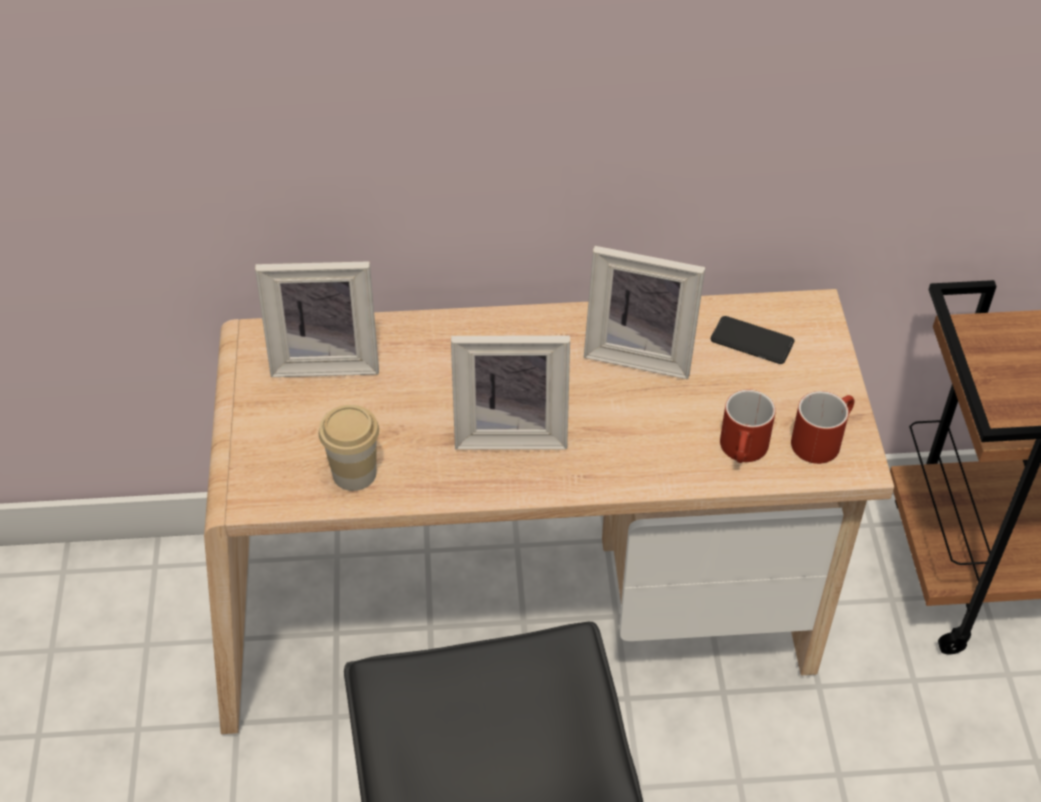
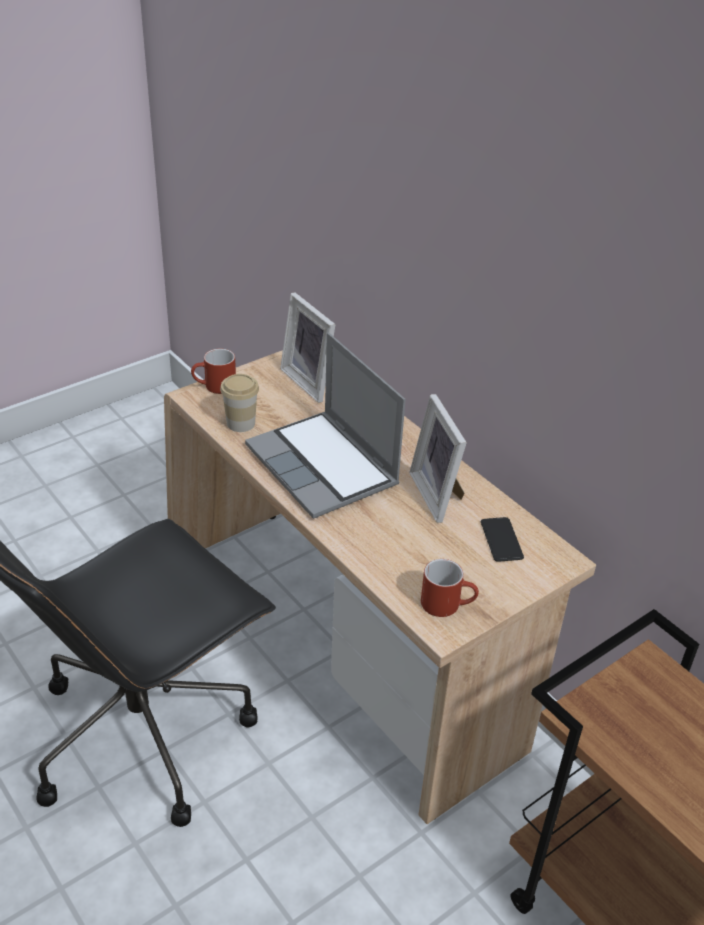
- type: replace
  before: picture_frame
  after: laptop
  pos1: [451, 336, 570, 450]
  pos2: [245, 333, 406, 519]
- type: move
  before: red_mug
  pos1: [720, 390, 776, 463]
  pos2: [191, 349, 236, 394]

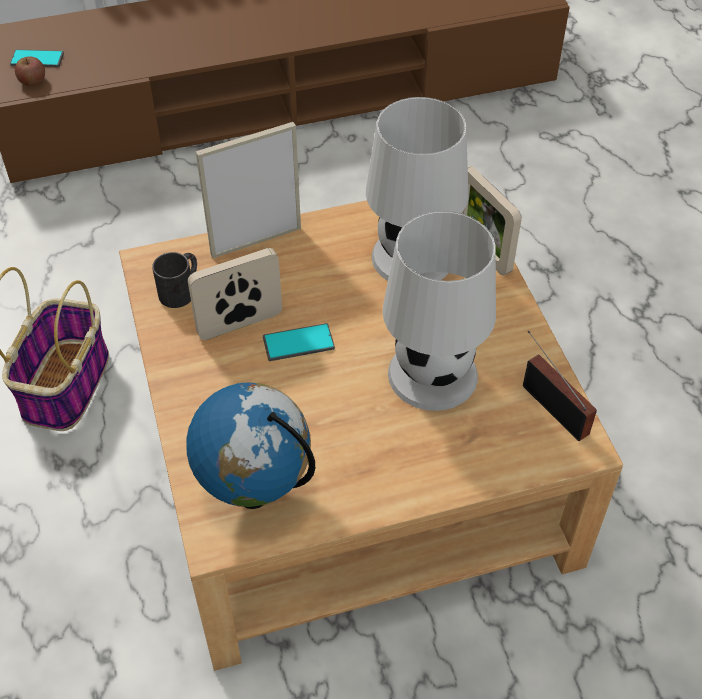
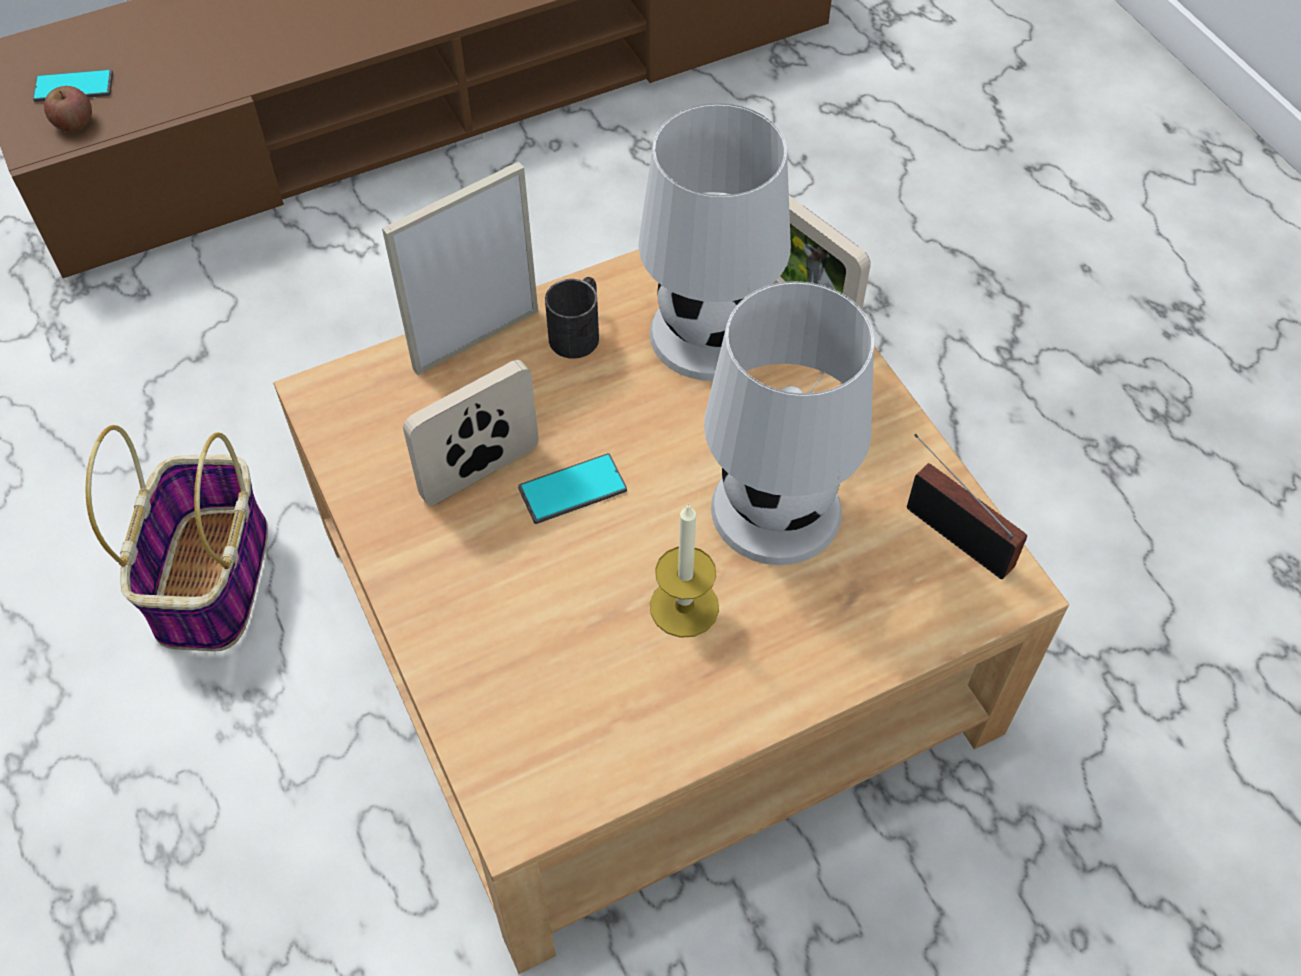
- type: move
  before: black_mug
  pos1: [152, 252, 197, 308]
  pos2: [545, 277, 599, 359]
- type: delete
  before: globe
  pos1: [186, 382, 315, 509]
- type: insert
  after: candle
  pos2: [650, 503, 719, 638]

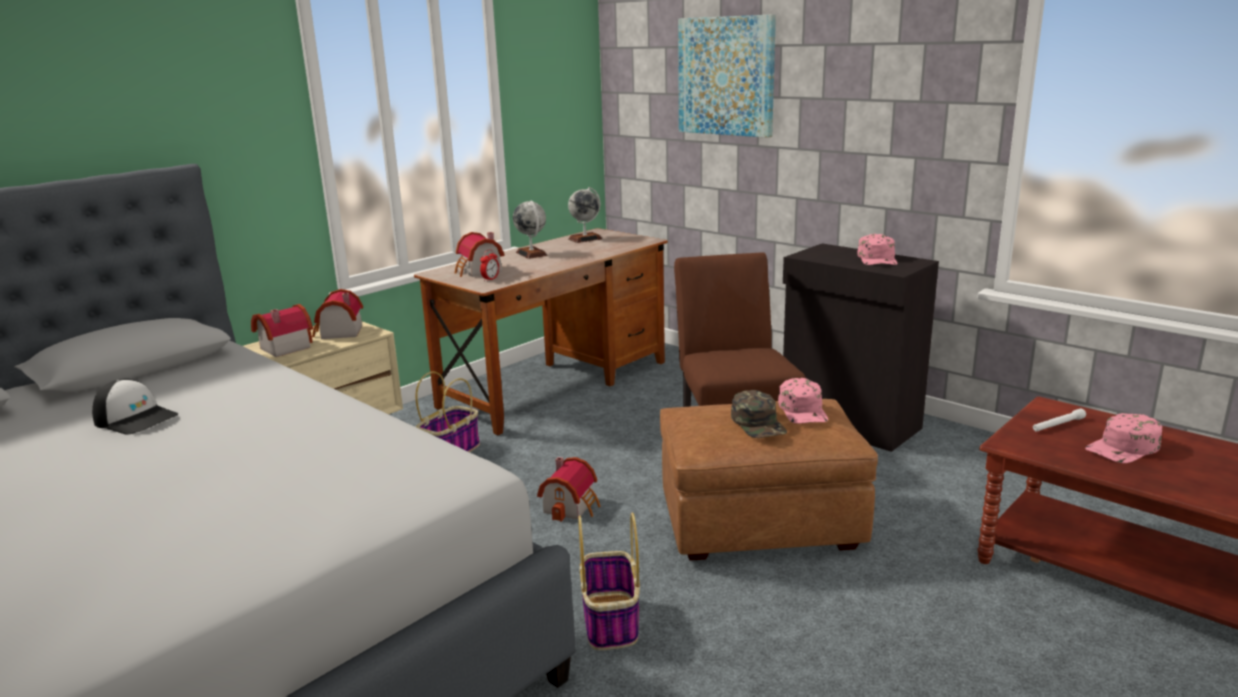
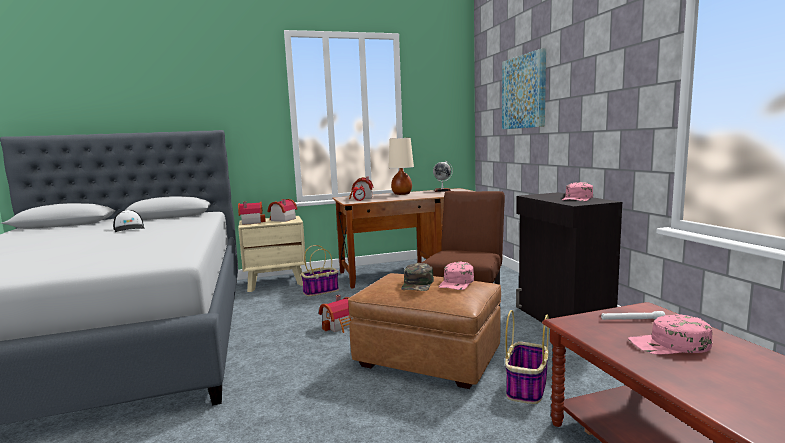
- type: replace
  before: globe
  after: beige_table_lamp
  pos1: [513, 201, 547, 259]
  pos2: [388, 138, 414, 195]
- type: move
  before: basket
  pos1: [578, 512, 640, 650]
  pos2: [505, 310, 549, 404]

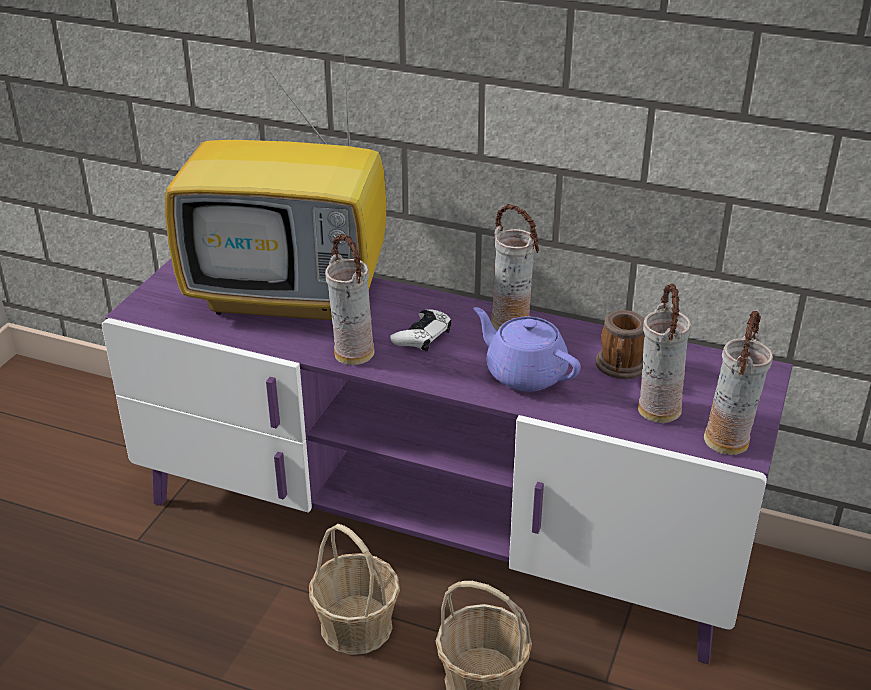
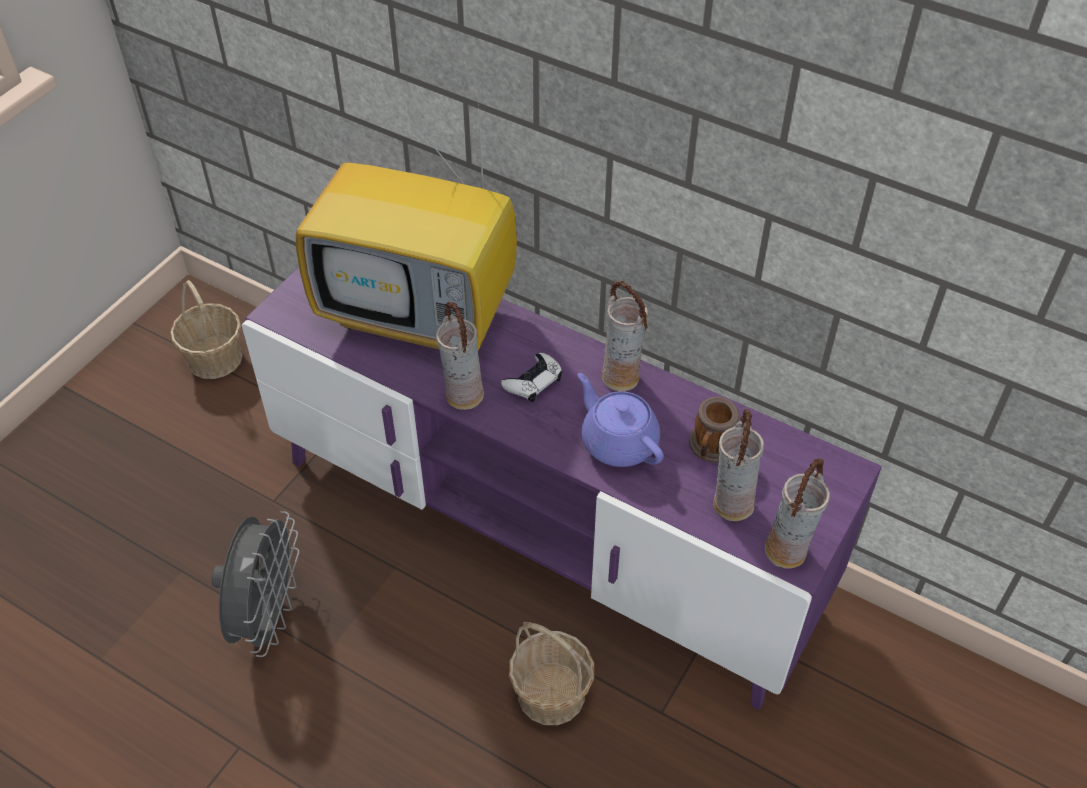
- type: move
  before: basket
  pos1: [309, 524, 400, 655]
  pos2: [170, 280, 243, 379]
- type: insert
  after: grey_fan
  pos2: [212, 511, 299, 657]

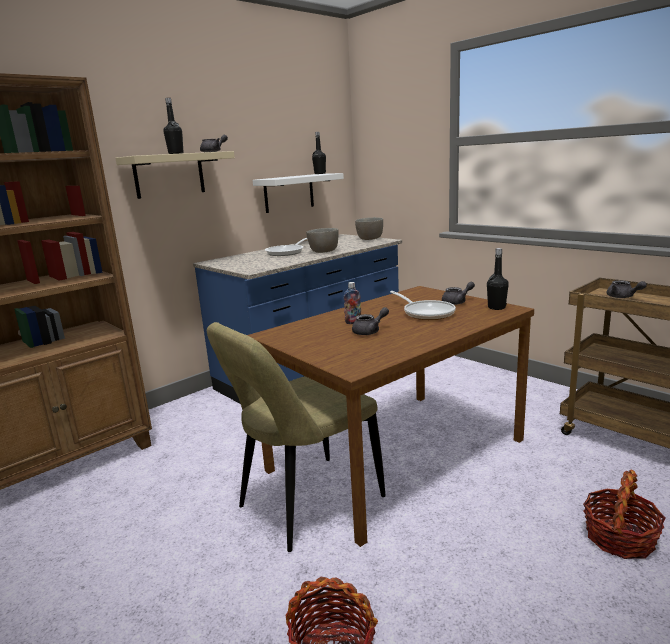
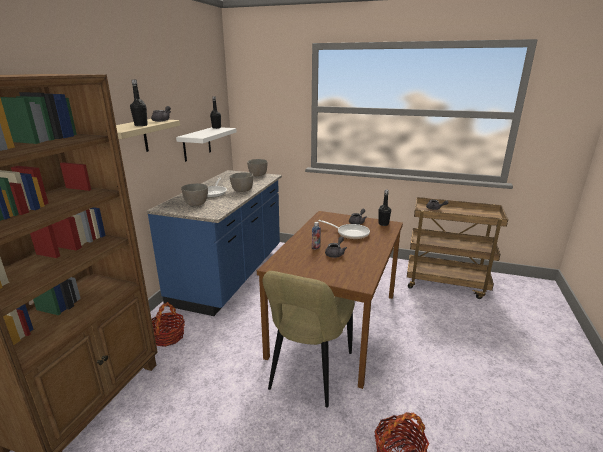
- type: move
  before: basket
  pos1: [583, 470, 665, 559]
  pos2: [152, 302, 185, 347]
- type: insert
  after: grey_bowl
  pos2: [181, 183, 208, 206]

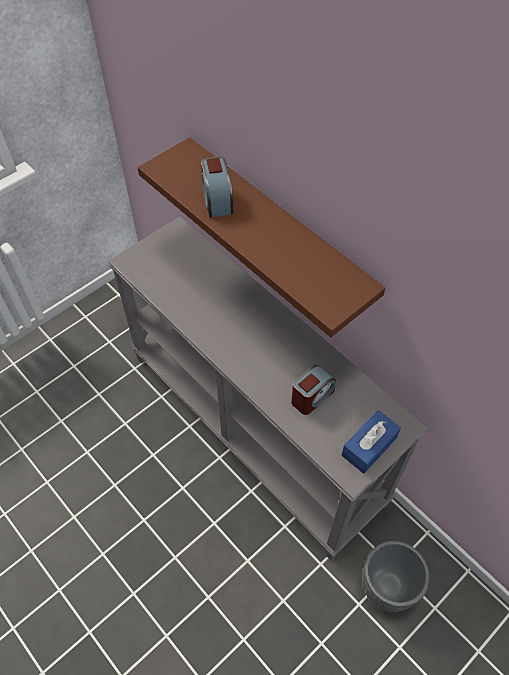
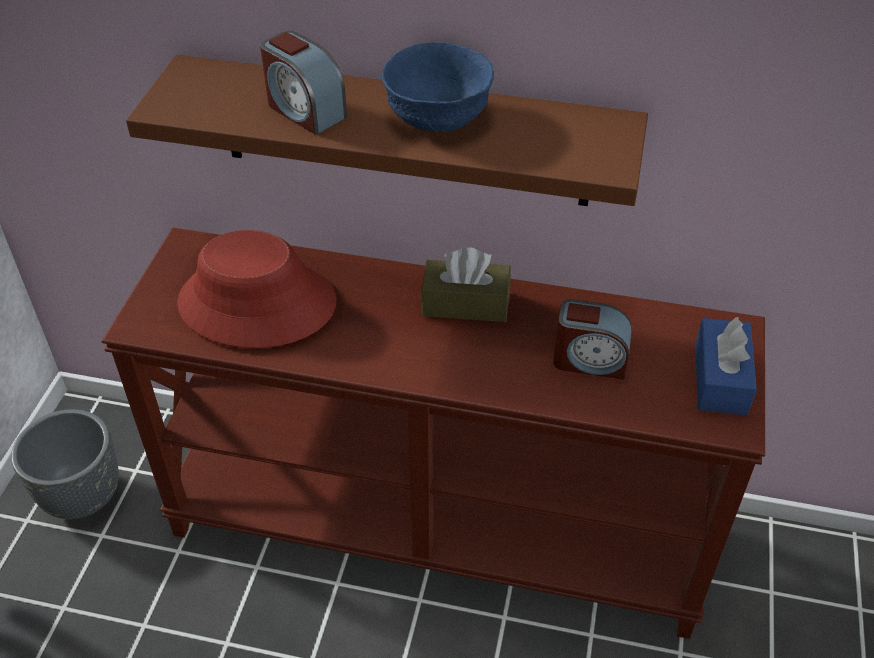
- type: recolor
  before: grey_console_table
  after: brown_console_table
  pos1: [108, 216, 428, 561]
  pos2: [102, 227, 765, 639]
- type: rotate
  before: alarm_clock
  pos1: [291, 365, 336, 415]
  pos2: [553, 299, 632, 380]
  turn: 90
- type: move
  before: grey_planter
  pos1: [362, 541, 430, 612]
  pos2: [11, 409, 119, 519]
- type: insert
  after: blue_bowl
  pos2: [382, 42, 494, 132]
- type: insert
  after: red_hat
  pos2: [177, 230, 336, 348]
- type: insert
  after: brown_tissue_box
  pos2: [421, 247, 511, 322]

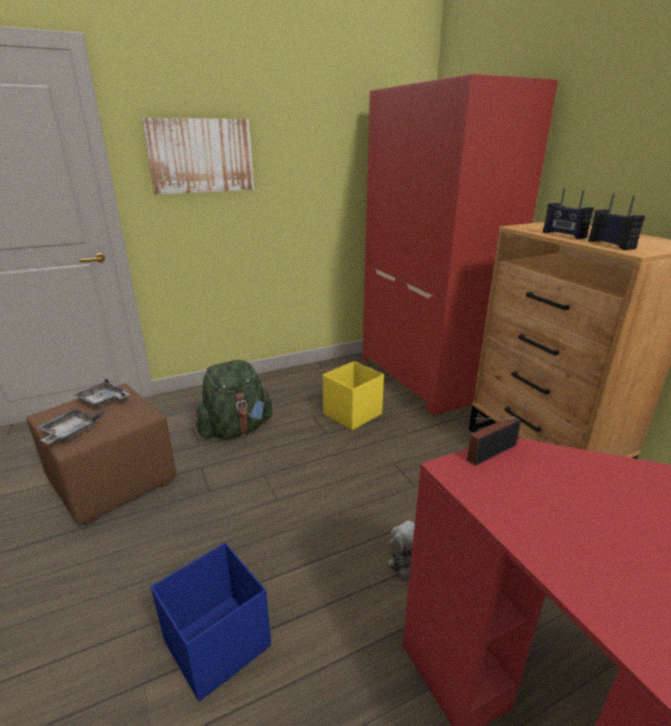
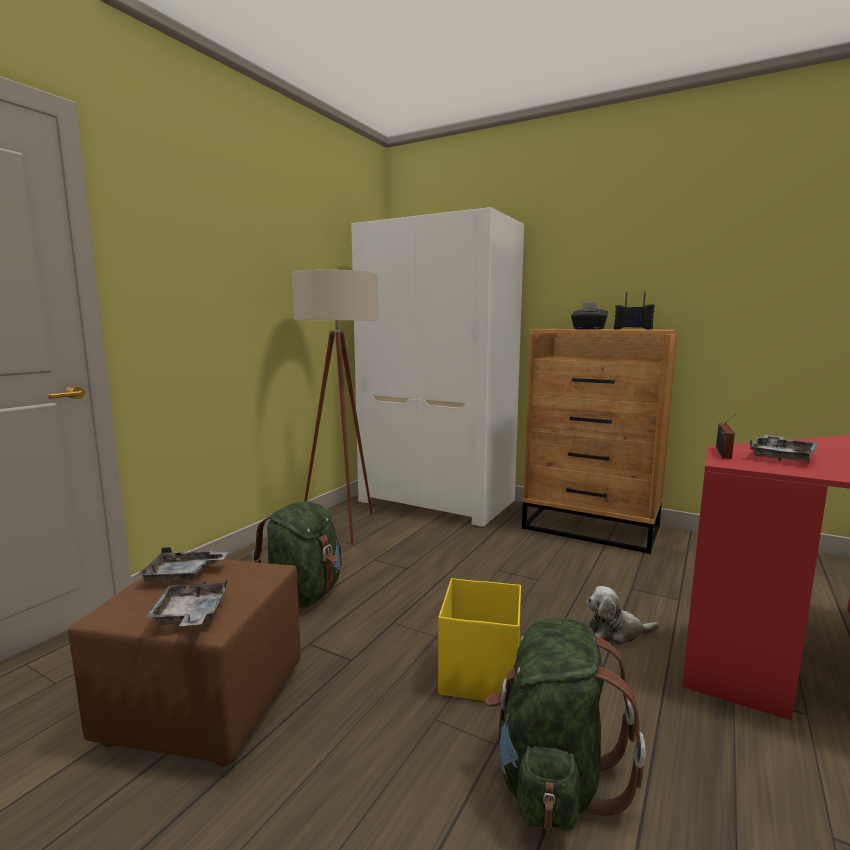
- type: recolor
  before: red_wardrobe
  after: white_wardrobe
  pos1: [362, 74, 558, 416]
  pos2: [351, 207, 524, 528]
- type: delete
  before: picture
  pos1: [142, 118, 254, 194]
- type: replace
  before: radio
  after: black_tissue_box
  pos1: [543, 188, 594, 239]
  pos2: [571, 302, 608, 329]
- type: move
  before: yellow_storage_box
  pos1: [323, 361, 384, 430]
  pos2: [438, 578, 521, 701]
- type: replace
  before: blue_storage_box
  after: green_backpack
  pos1: [151, 543, 271, 702]
  pos2: [486, 618, 646, 831]
- type: insert
  after: beige_floor_lamp
  pos2: [292, 270, 378, 544]
- type: insert
  after: grey_tray
  pos2: [749, 435, 818, 461]

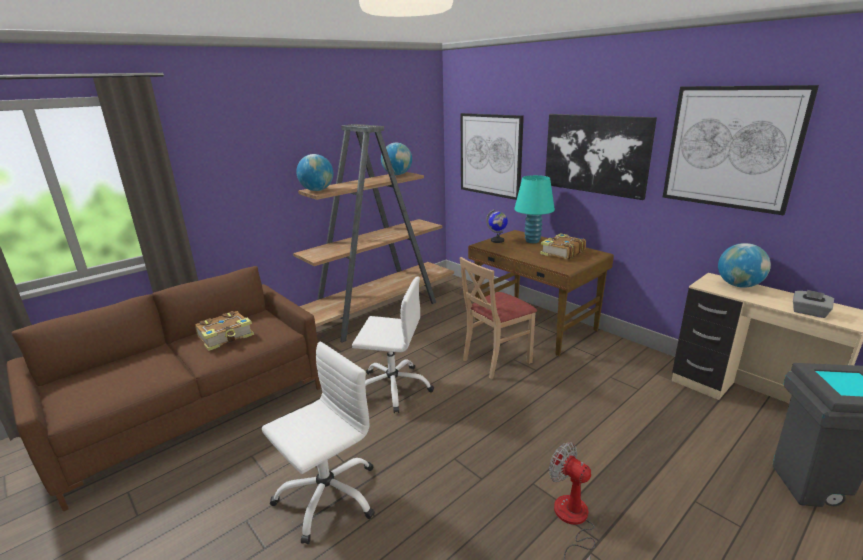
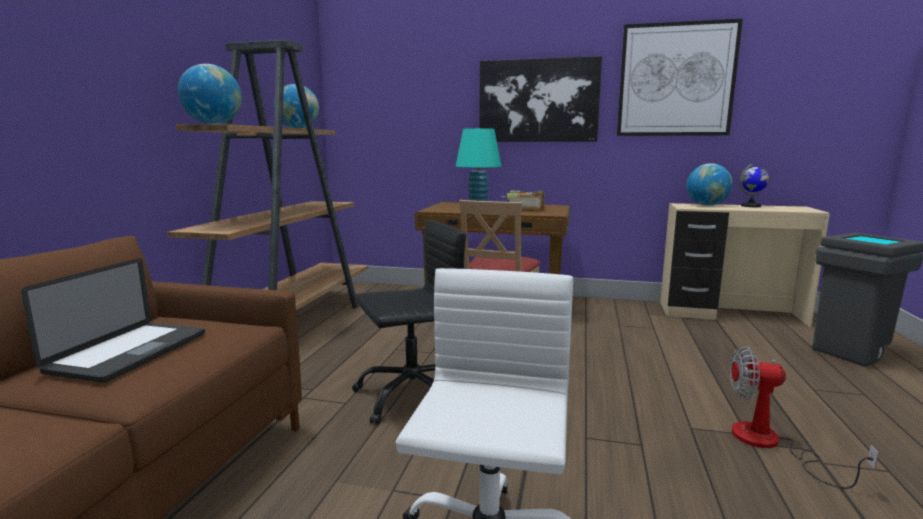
- type: delete
  before: picture
  pos1: [461, 113, 524, 200]
- type: move
  before: globe
  pos1: [486, 209, 508, 243]
  pos2: [740, 164, 769, 207]
- type: recolor
  before: white_office_chair
  after: black_office_chair
  pos1: [352, 276, 434, 413]
  pos2: [352, 220, 466, 425]
- type: delete
  before: grey_tissue_box
  pos1: [793, 290, 834, 318]
- type: replace
  before: book
  after: laptop
  pos1: [195, 311, 254, 351]
  pos2: [21, 258, 205, 383]

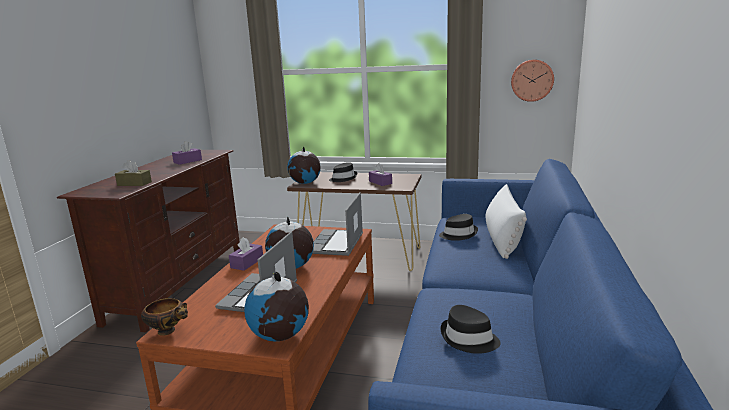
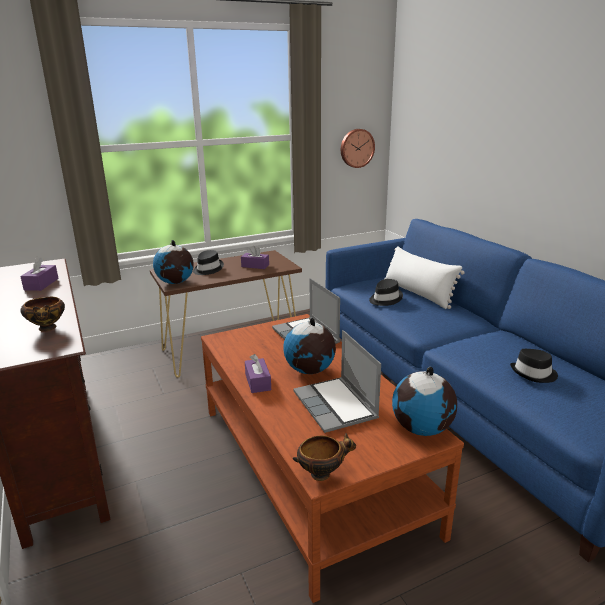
- type: replace
  before: brown_tissue_box
  after: bowl
  pos1: [115, 160, 152, 186]
  pos2: [20, 297, 65, 332]

